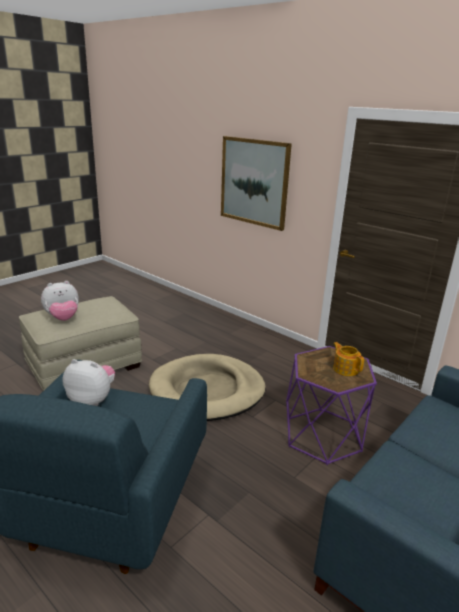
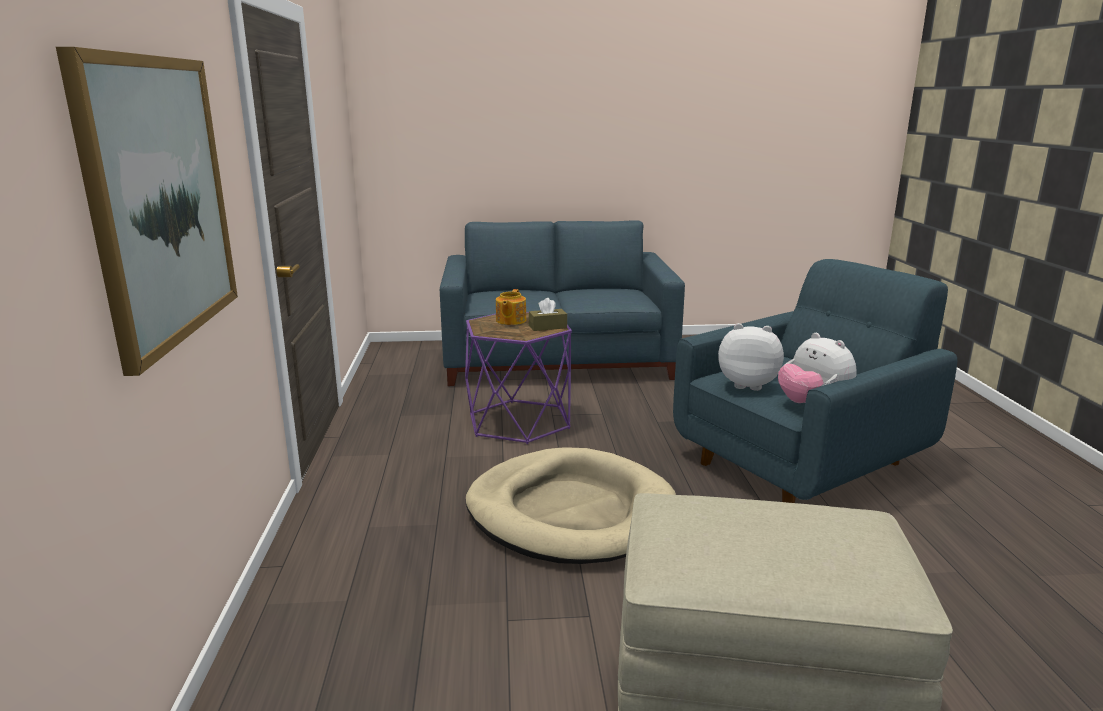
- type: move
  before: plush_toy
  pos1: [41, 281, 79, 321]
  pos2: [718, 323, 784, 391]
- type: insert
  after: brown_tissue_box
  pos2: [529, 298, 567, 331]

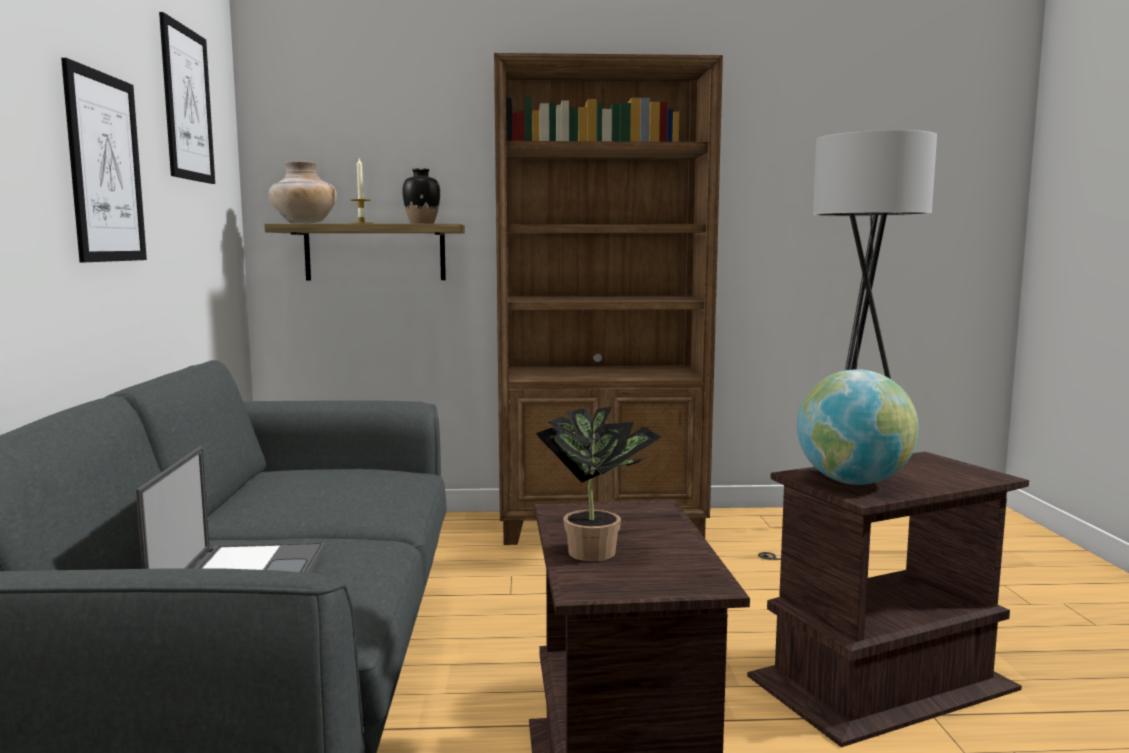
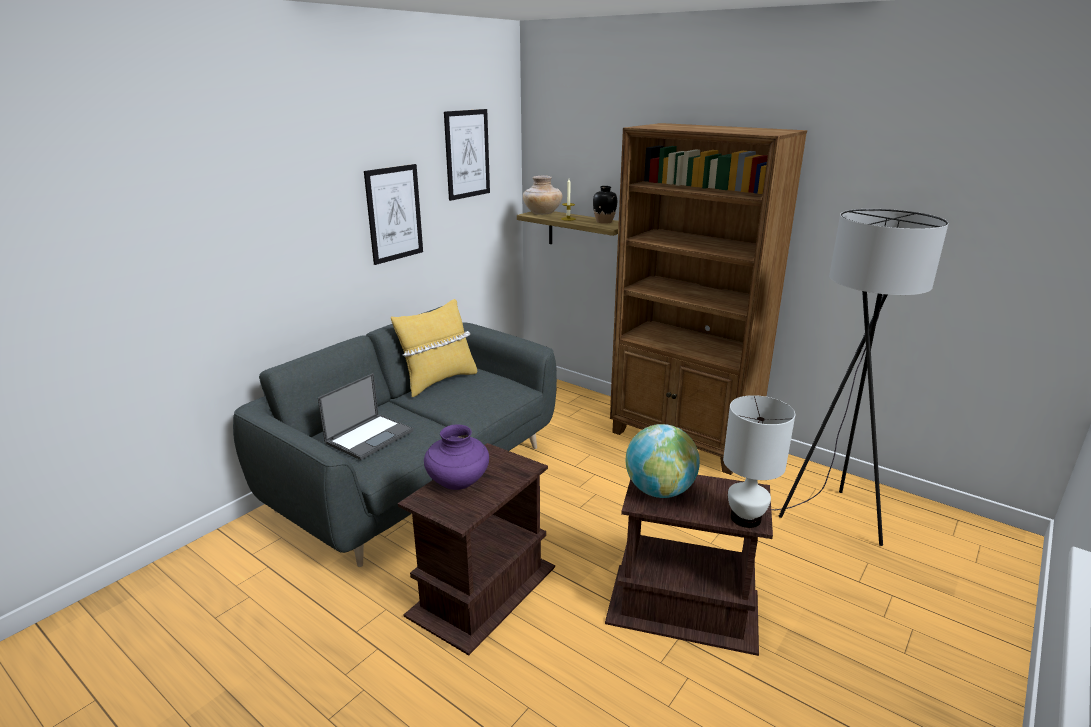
- type: replace
  before: potted_plant
  after: purple_vase
  pos1: [535, 407, 661, 562]
  pos2: [424, 424, 489, 490]
- type: insert
  after: yellow_pillow
  pos2: [391, 299, 477, 397]
- type: insert
  after: white_table_lamp
  pos2: [723, 395, 795, 528]

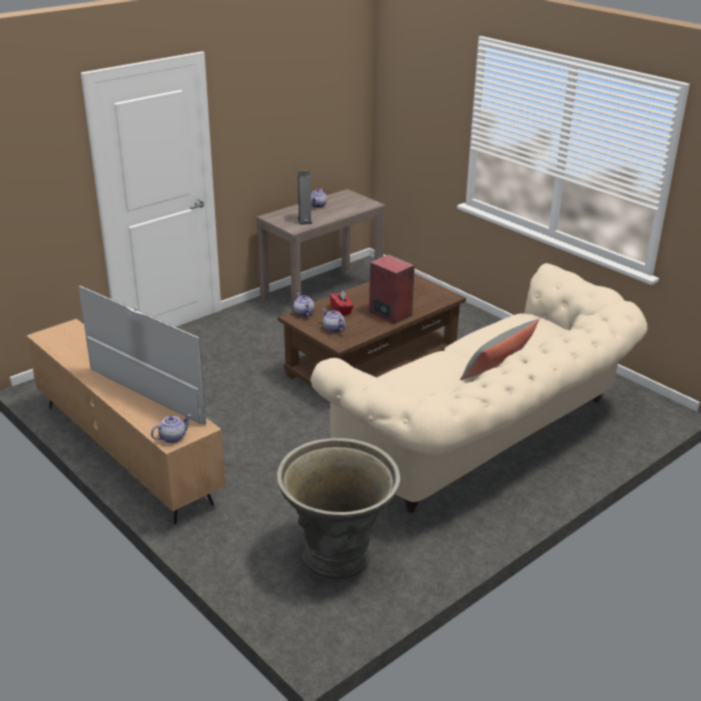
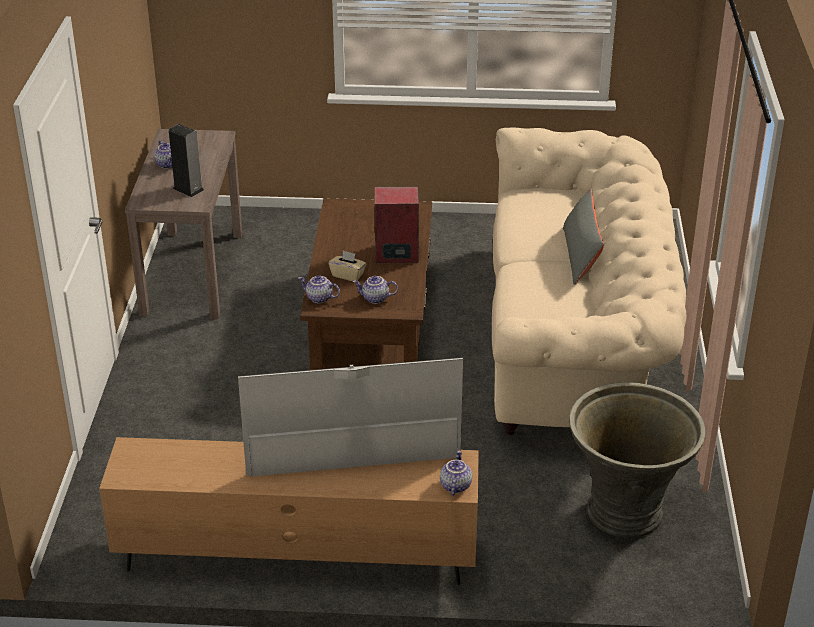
- type: recolor
  before: red_tissue_box
  after: beige_tissue_box
  pos1: [330, 290, 353, 315]
  pos2: [329, 250, 366, 281]

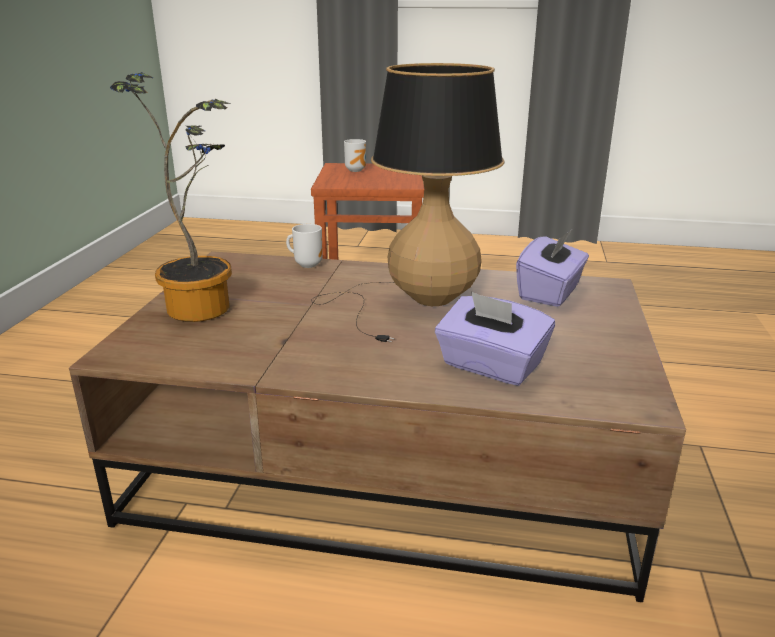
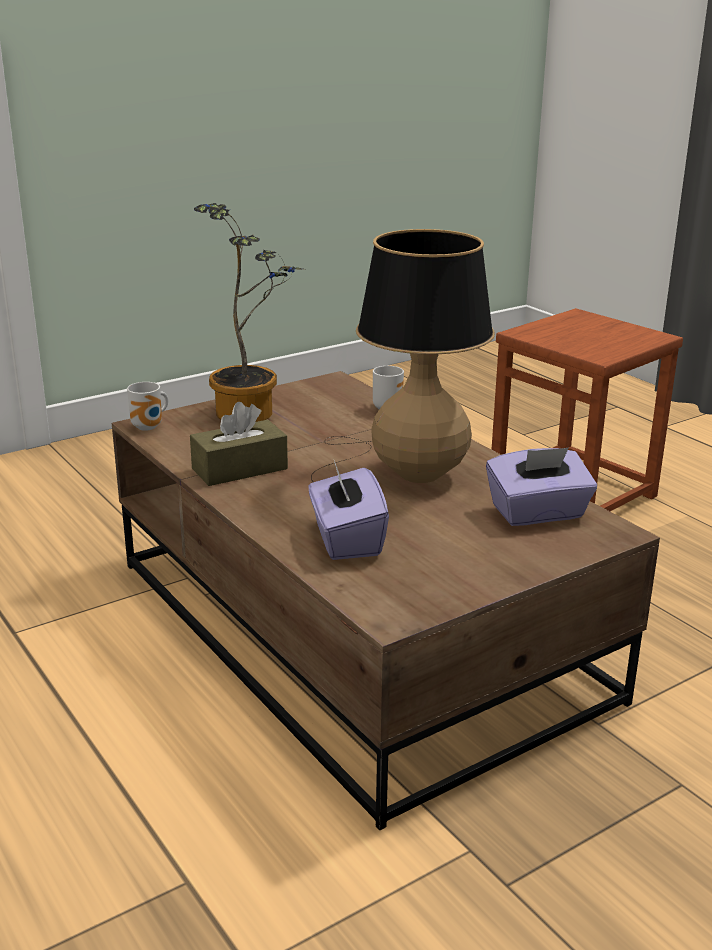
- type: move
  before: mug
  pos1: [344, 139, 366, 172]
  pos2: [127, 382, 168, 431]
- type: insert
  after: brown_tissue_box
  pos2: [190, 402, 288, 486]

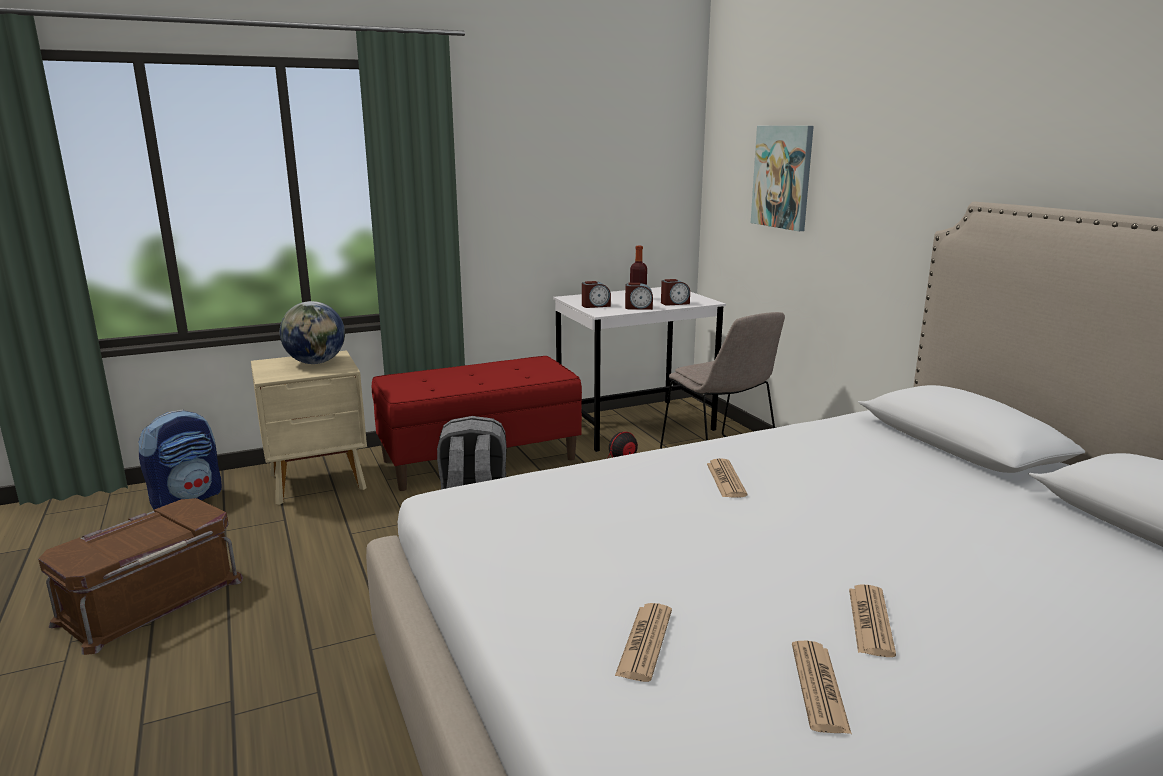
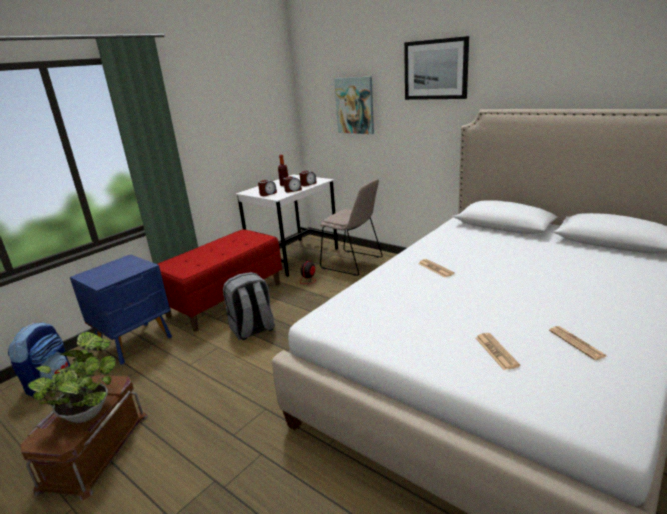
- type: delete
  before: globe
  pos1: [280, 301, 345, 364]
- type: recolor
  before: beige_nightstand
  after: blue_nightstand
  pos1: [251, 350, 367, 505]
  pos2: [70, 254, 172, 365]
- type: delete
  before: newspaper
  pos1: [849, 584, 896, 657]
- type: insert
  after: picture
  pos2: [404, 36, 469, 100]
- type: insert
  after: potted_plant
  pos2: [28, 332, 116, 423]

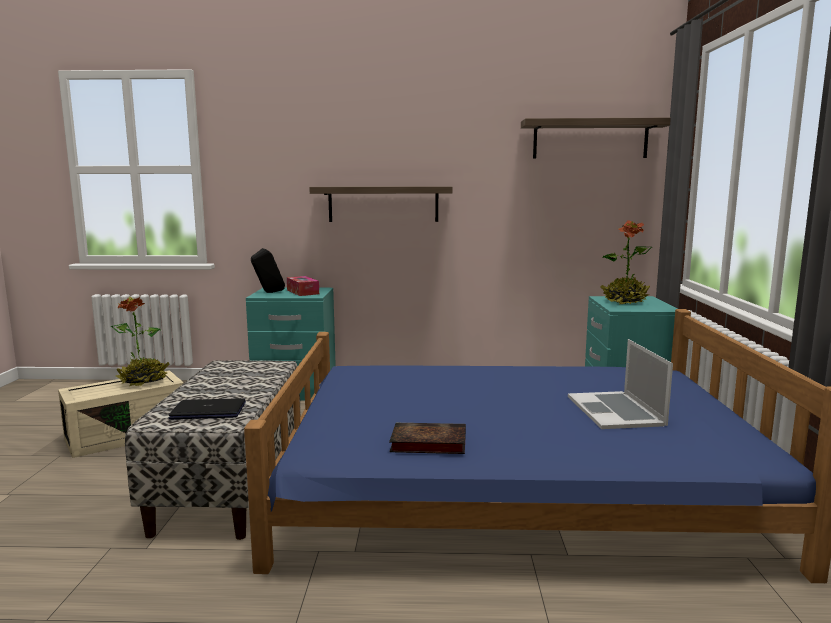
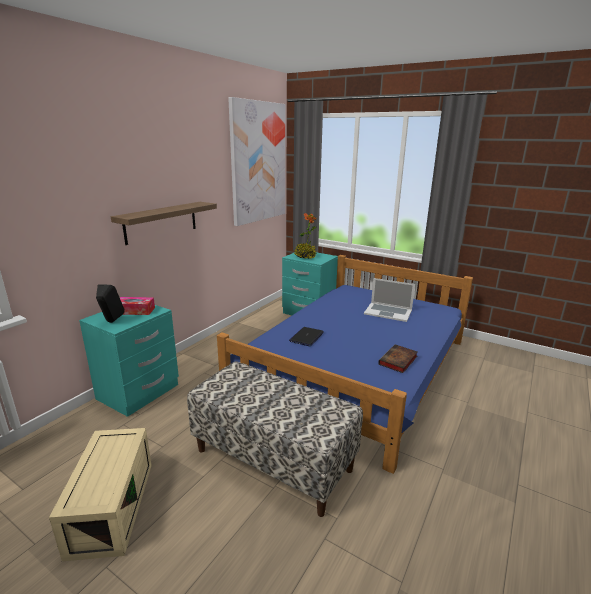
- type: replace
  before: shelf
  after: picture
  pos1: [521, 118, 671, 158]
  pos2: [228, 97, 285, 226]
- type: delete
  before: potted_plant
  pos1: [111, 297, 169, 386]
- type: move
  before: laptop
  pos1: [169, 398, 246, 419]
  pos2: [289, 327, 324, 346]

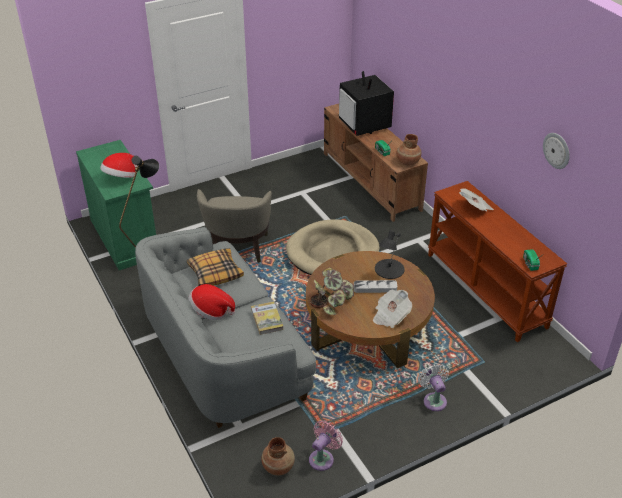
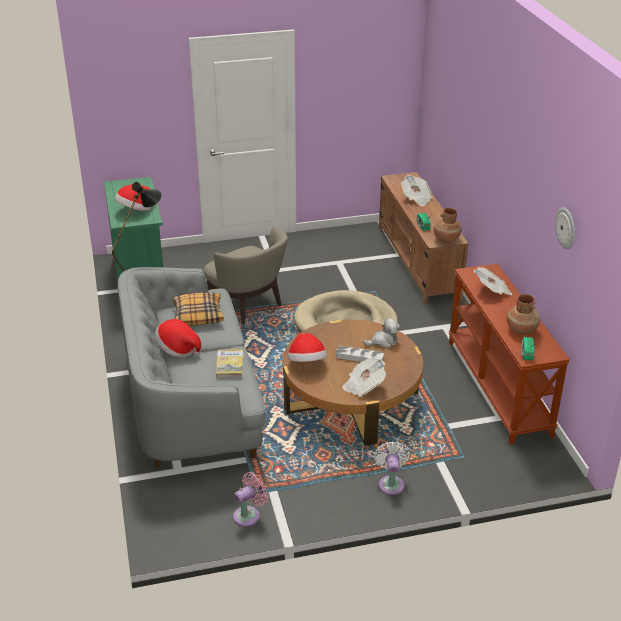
- type: replace
  before: television
  after: newspaper
  pos1: [339, 71, 394, 136]
  pos2: [401, 175, 433, 206]
- type: rotate
  before: beige_armchair
  pos1: [197, 189, 272, 263]
  pos2: [203, 226, 288, 324]
  turn: -60
- type: replace
  before: black_table_lamp
  after: plush_toy
  pos1: [375, 230, 405, 279]
  pos2: [363, 318, 400, 348]
- type: replace
  before: potted_plant
  after: hat
  pos1: [309, 267, 354, 315]
  pos2: [288, 333, 327, 362]
- type: move
  before: brown_vase
  pos1: [261, 437, 295, 475]
  pos2: [507, 294, 540, 335]

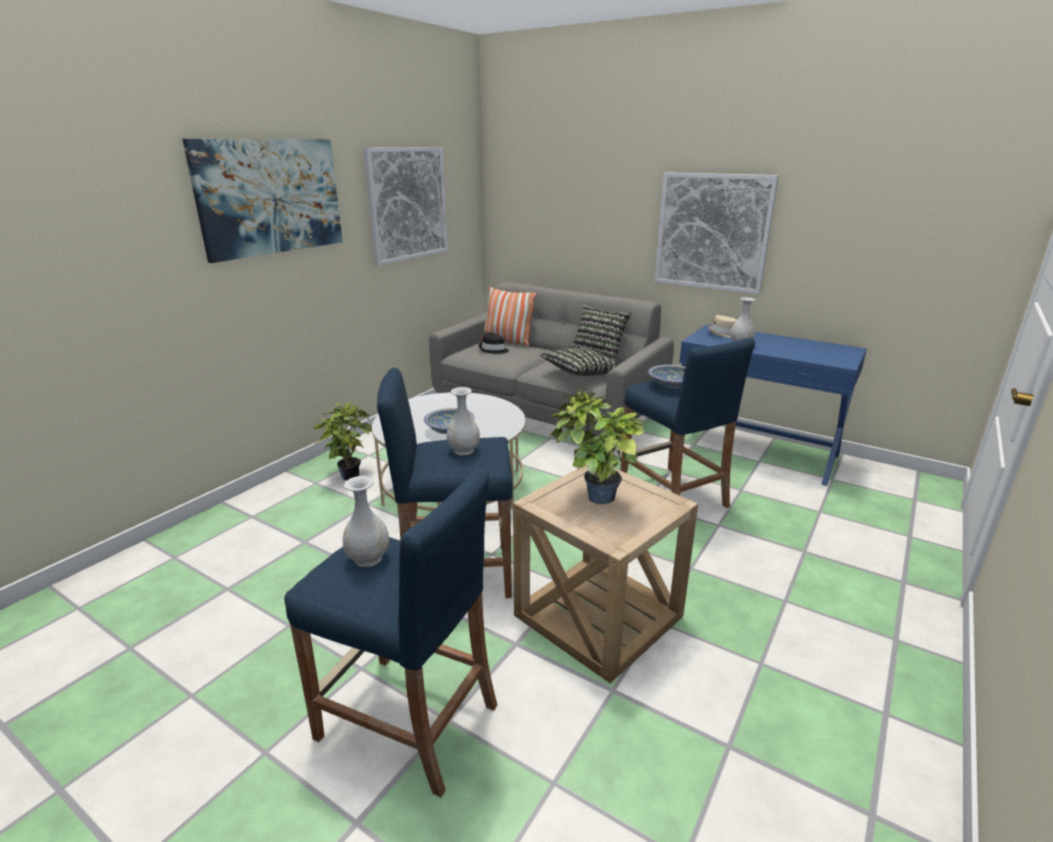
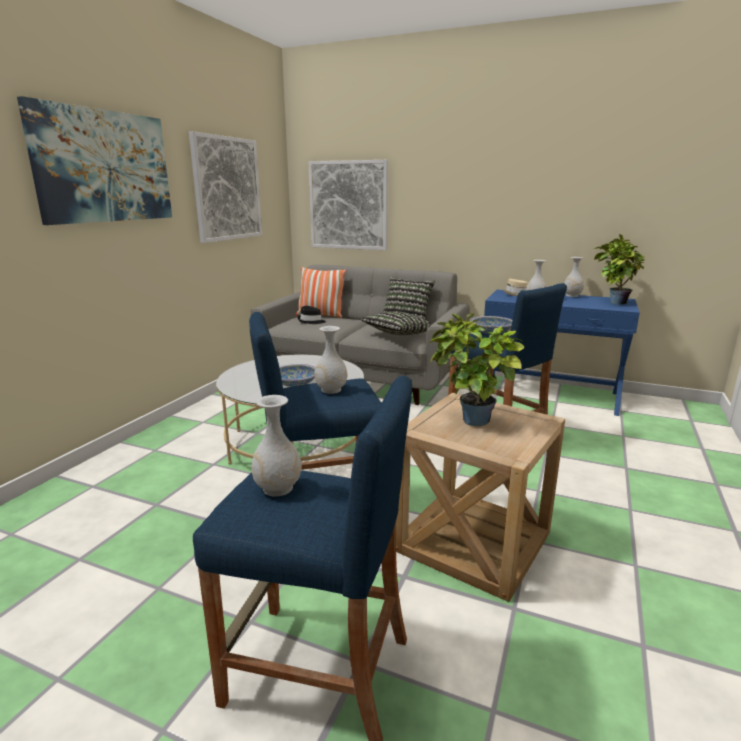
- type: move
  before: picture
  pos1: [655, 172, 779, 294]
  pos2: [309, 160, 388, 250]
- type: move
  before: potted_plant
  pos1: [313, 402, 372, 480]
  pos2: [594, 234, 645, 305]
- type: insert
  after: white_vase
  pos2: [564, 257, 584, 297]

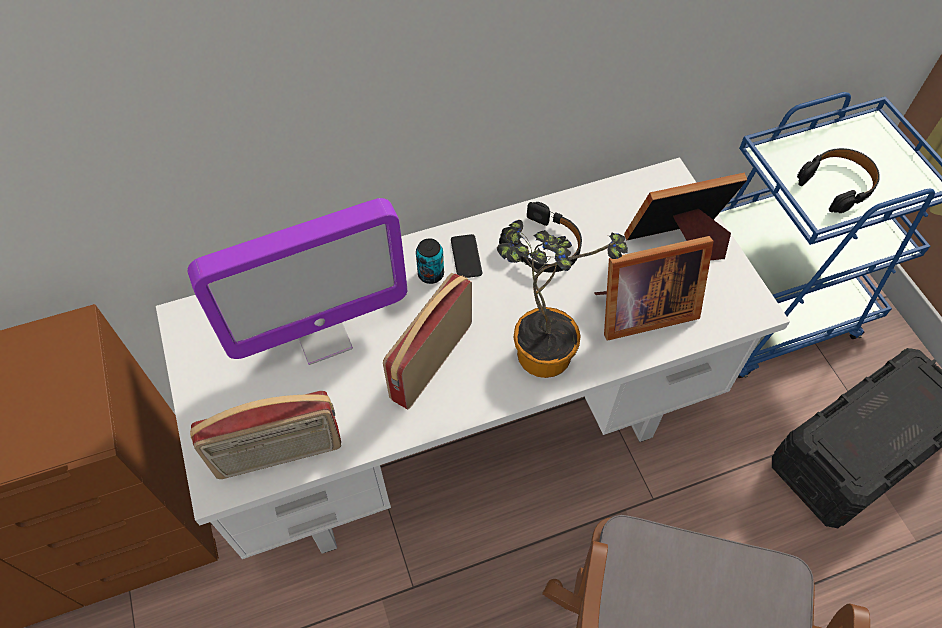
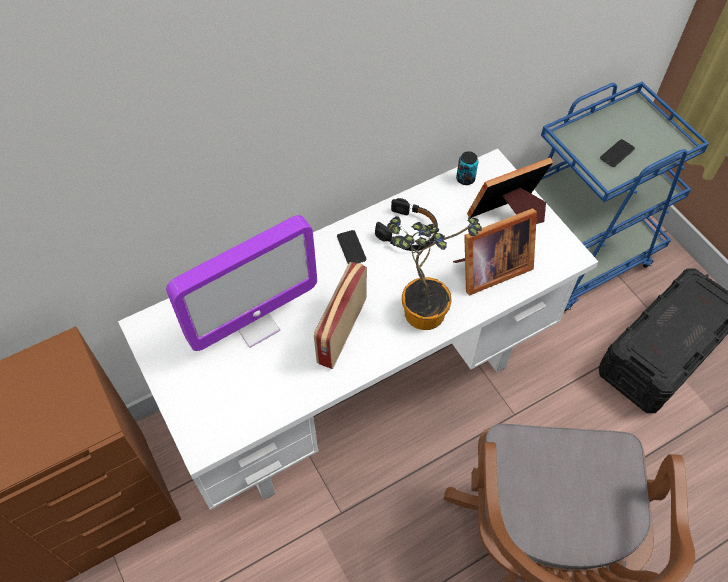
- type: replace
  before: black_headphones
  after: phone
  pos1: [797, 148, 880, 213]
  pos2: [600, 139, 635, 167]
- type: move
  before: can
  pos1: [416, 238, 444, 284]
  pos2: [456, 151, 478, 185]
- type: delete
  before: radio
  pos1: [190, 391, 341, 479]

